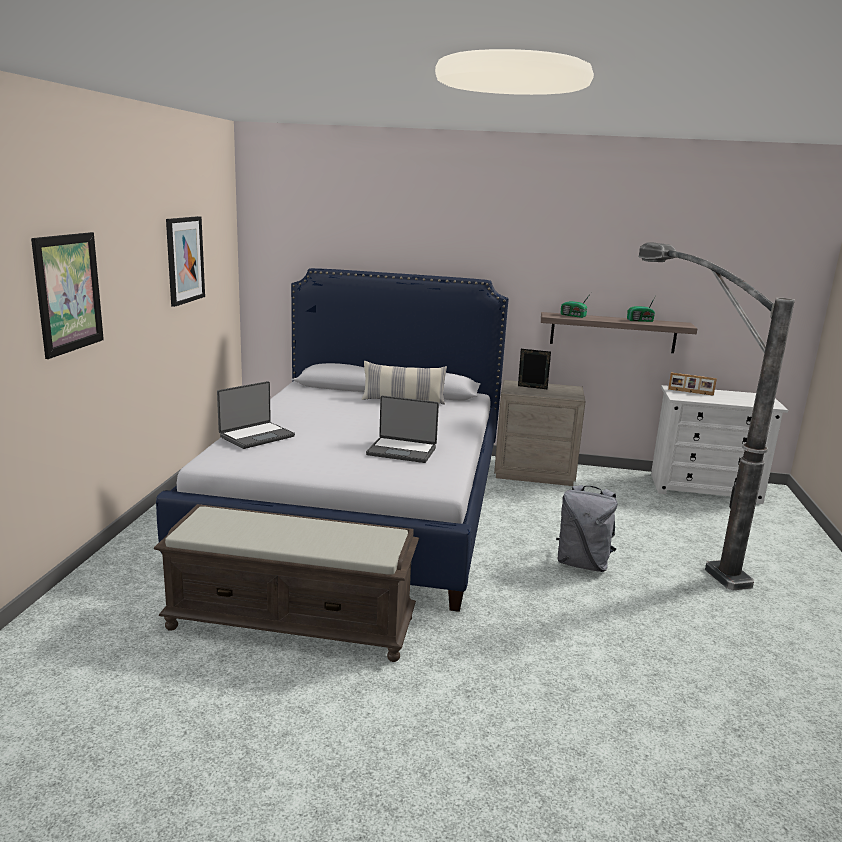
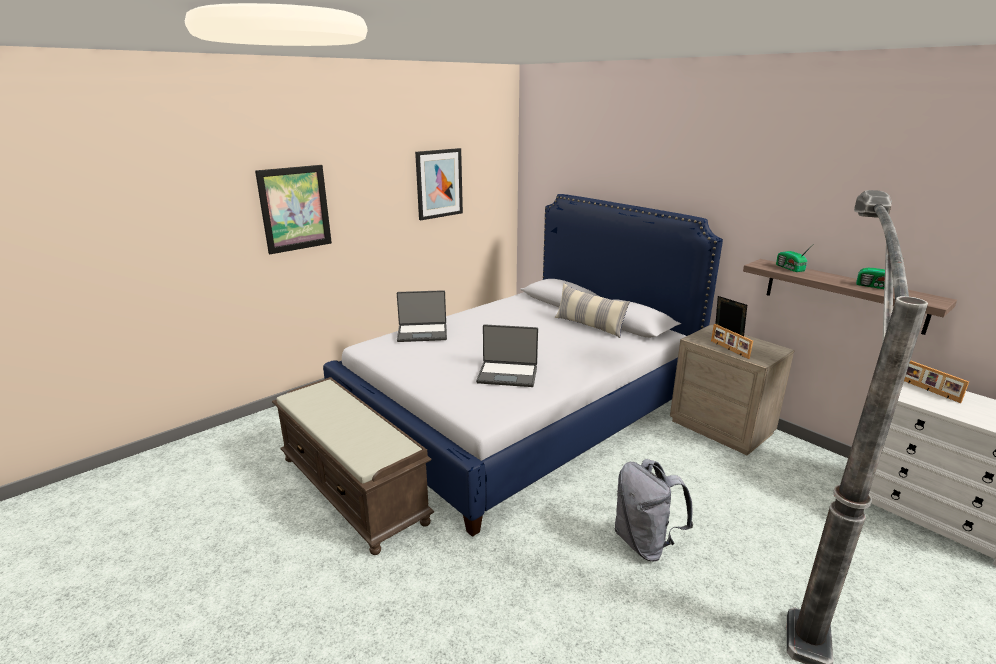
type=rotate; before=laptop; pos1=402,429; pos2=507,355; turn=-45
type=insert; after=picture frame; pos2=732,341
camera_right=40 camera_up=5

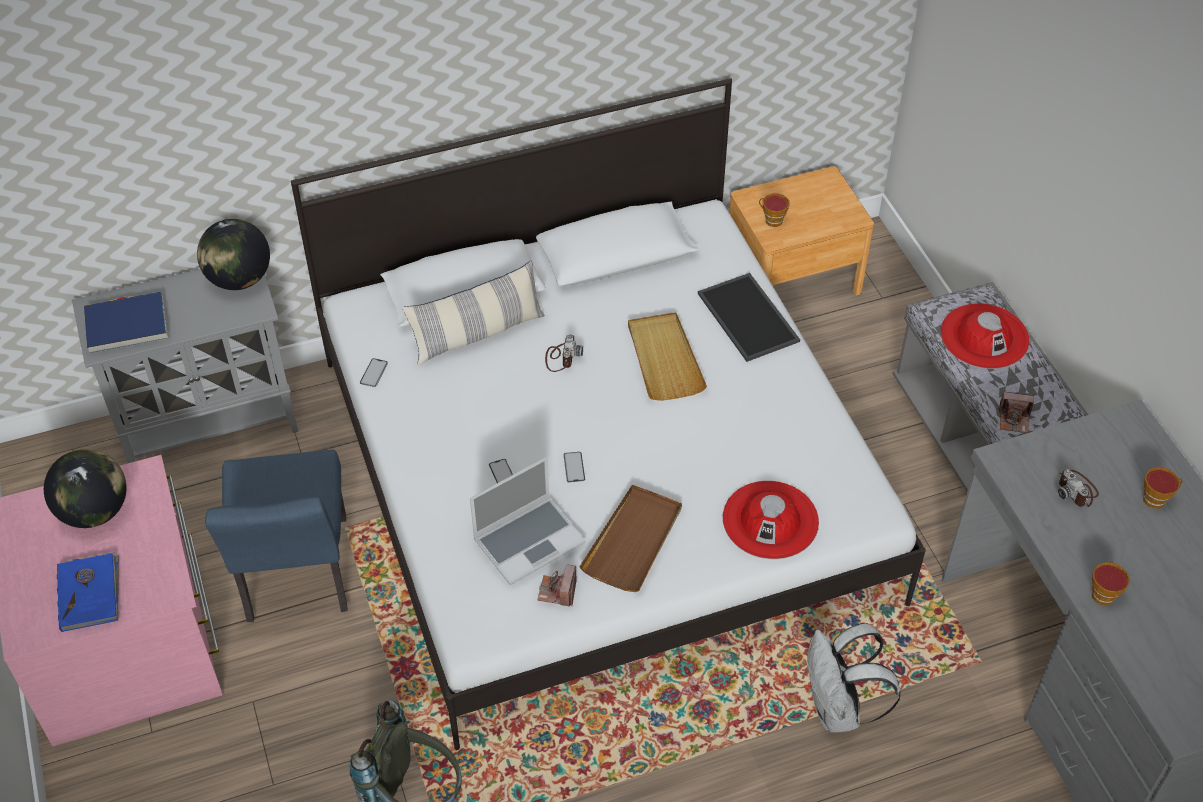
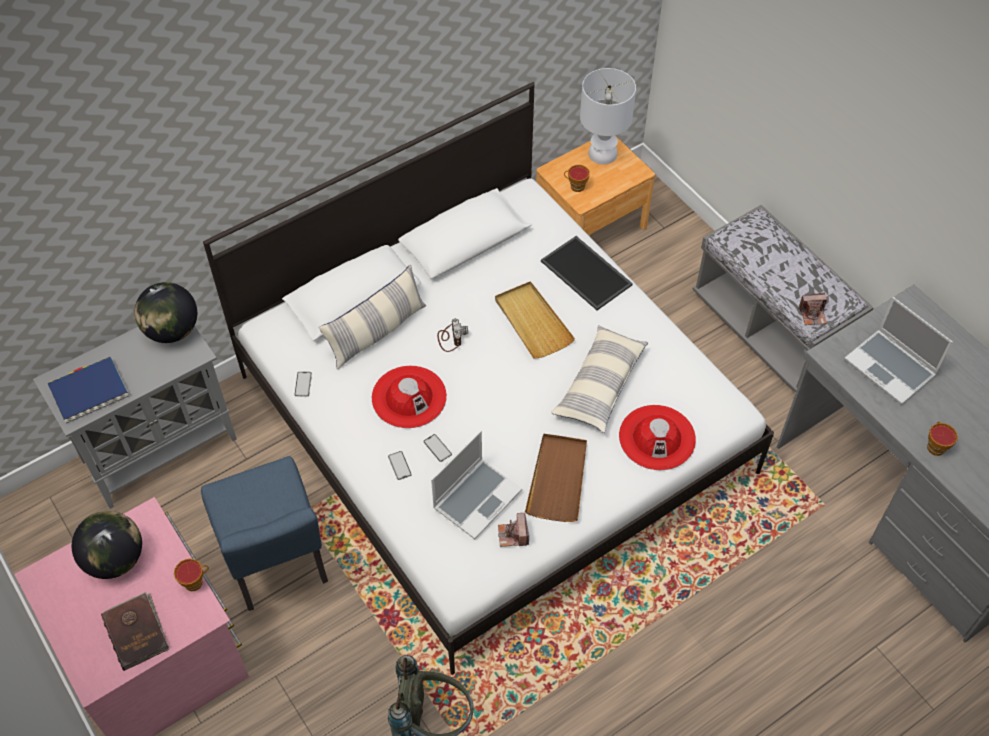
type=recolor; before=blue book; after=brown book; pos1=88,592; pos2=135,631
type=move; before=phone; pos1=574,467; pos2=400,465
type=delete; before=white backpack; pos1=854,677
type=move; before=red hat; pos1=985,336; pos2=409,397
type=replace; before=photo camera; after=laptop; pos1=1078,488; pos2=898,351
type=move; before=cup; pos1=1163,488; pos2=191,575
type=insert; after=pillow; pos2=599,379
type=insert; after=white table lamp; pos2=608,116
camera_right=-15 camera_up=5

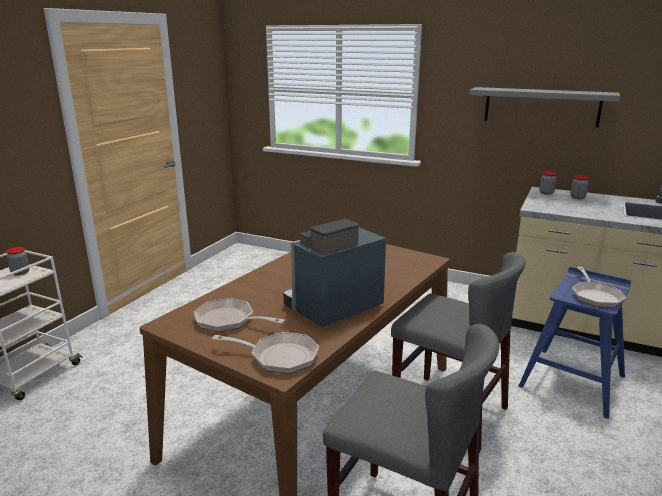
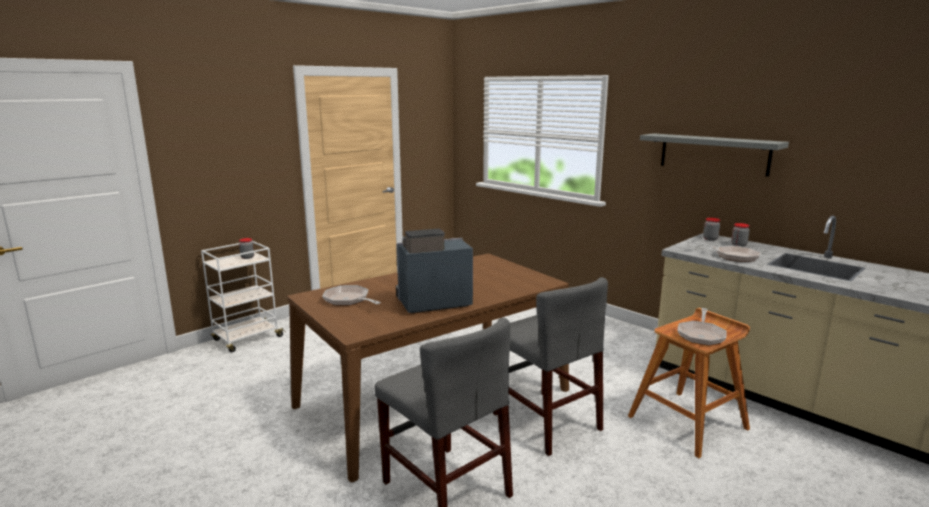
type=move; before=frying pan; pos1=265,353; pos2=724,251
type=recolor; before=blue stool; after=brown stool; pos1=574,342; pos2=689,383
camera_right=20 camera_up=-5

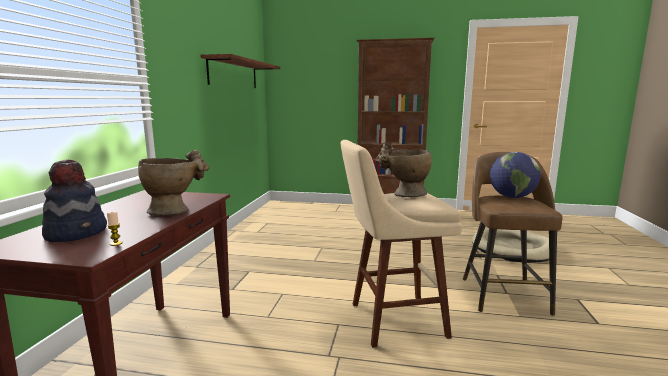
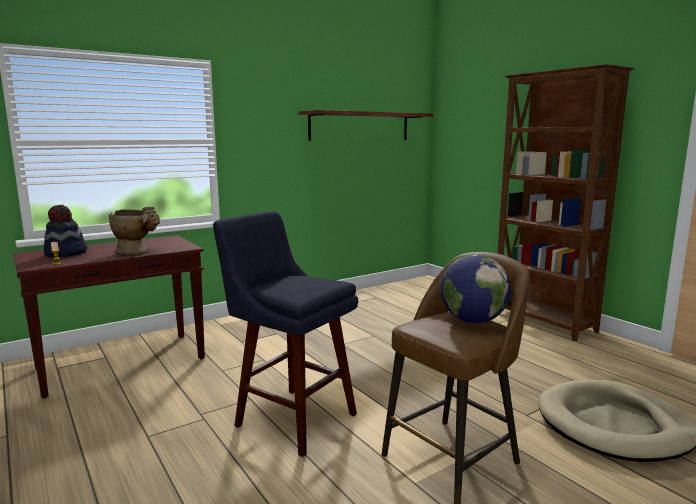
type=recolor; before=beige stool; after=blue stool; pos1=401,244; pos2=285,334
type=delete; before=beige vase; pos1=403,170
camera_right=45 camera_up=0

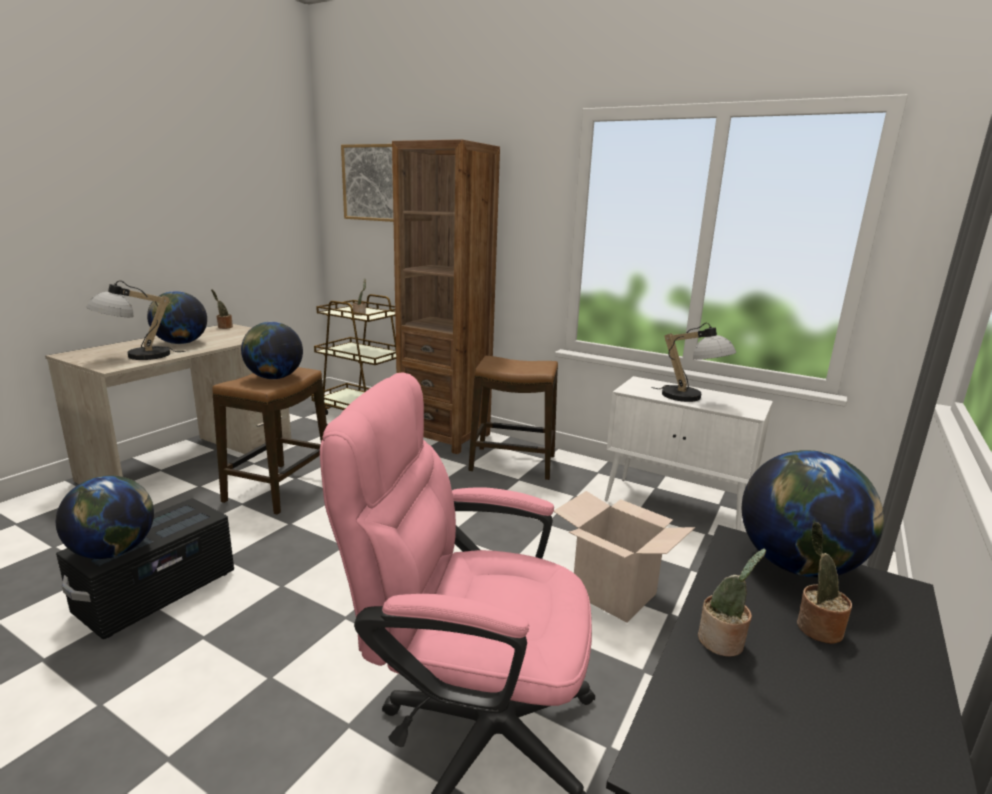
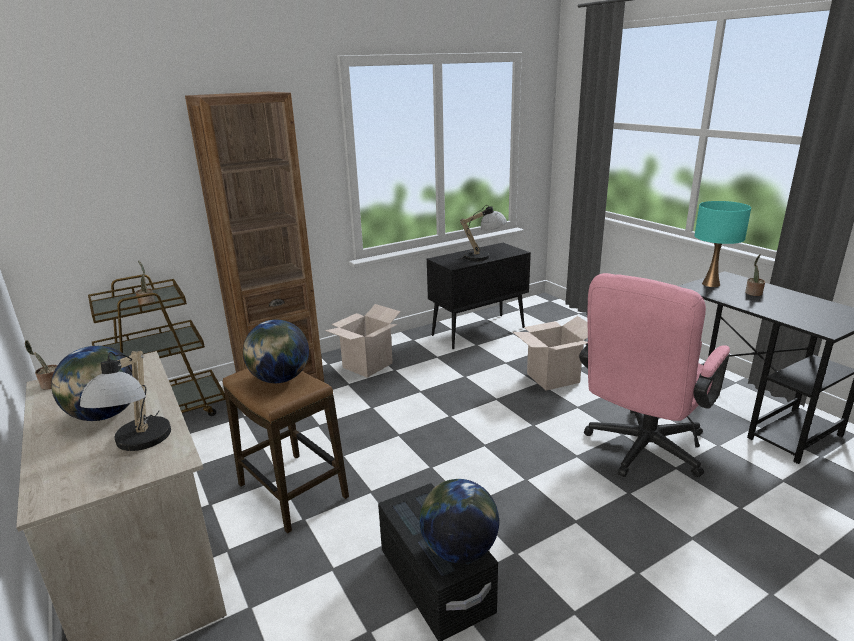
type=delete; before=picture; pos1=367,183
type=replace; before=stool; after=cardboard box; pos1=513,418; pos2=363,341
type=recolor; before=white cabinet; after=black cabinet; pos1=689,453; pos2=479,296
type=delete; before=potted plant; pos1=732,603
type=replace; before=globe; after=turquoise table lamp; pos1=813,514; pos2=722,244
camera_right=-60 camera_up=5

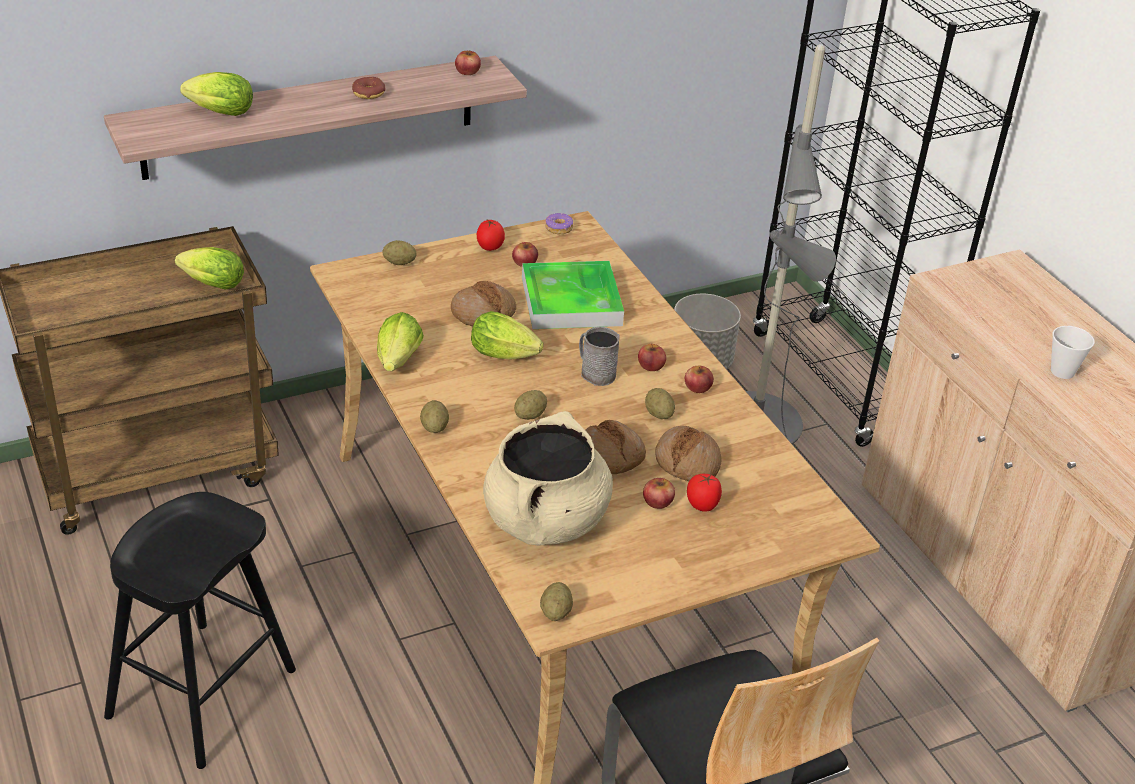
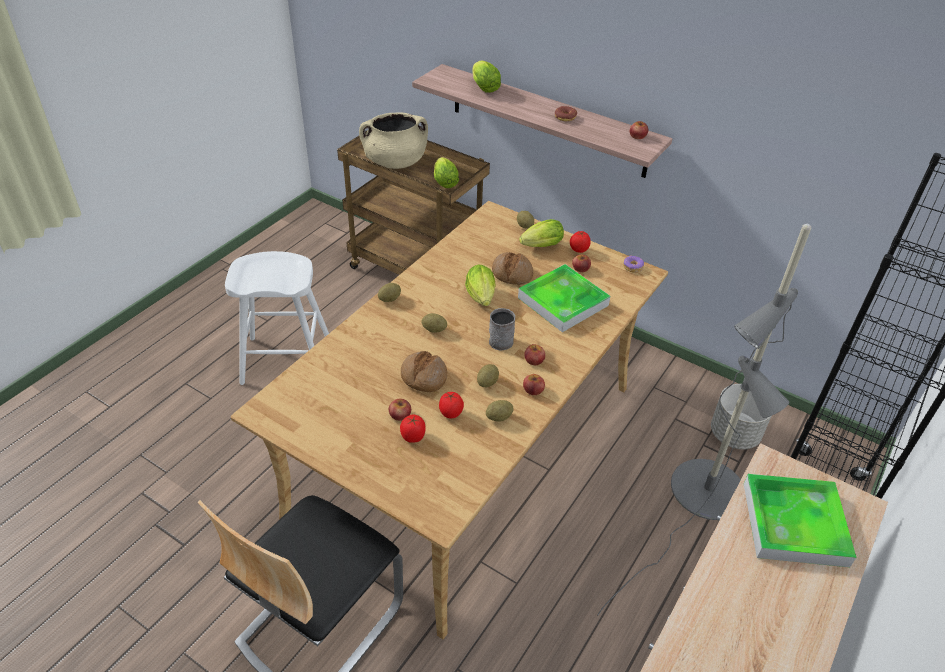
type=recolor; before=black stool; after=white stool; pos1=200,630; pos2=277,318
type=move; before=lettuce; pos1=400,341; pos2=541,233
type=move; before=beige cooking pot; pos1=548,478; pos2=393,140
type=move; before=potato; pos1=556,601; pos2=500,411
type=replace; before=bread; after=tomato; pos1=688,453; pos2=451,405
type=delete; before=cup; pos1=1073,352
type=insert; after=tray; pos2=800,520
camera_right=60 camera_up=5

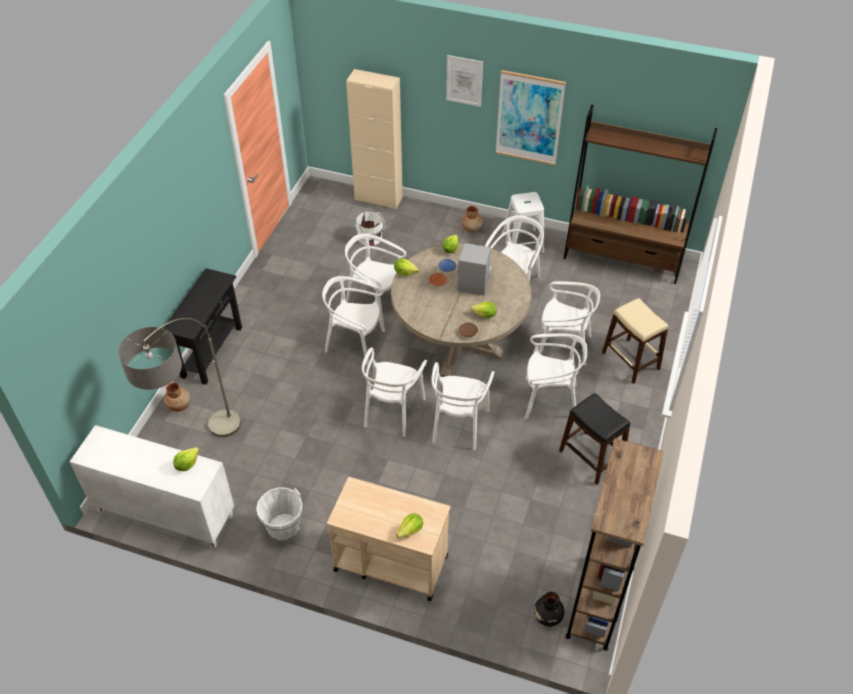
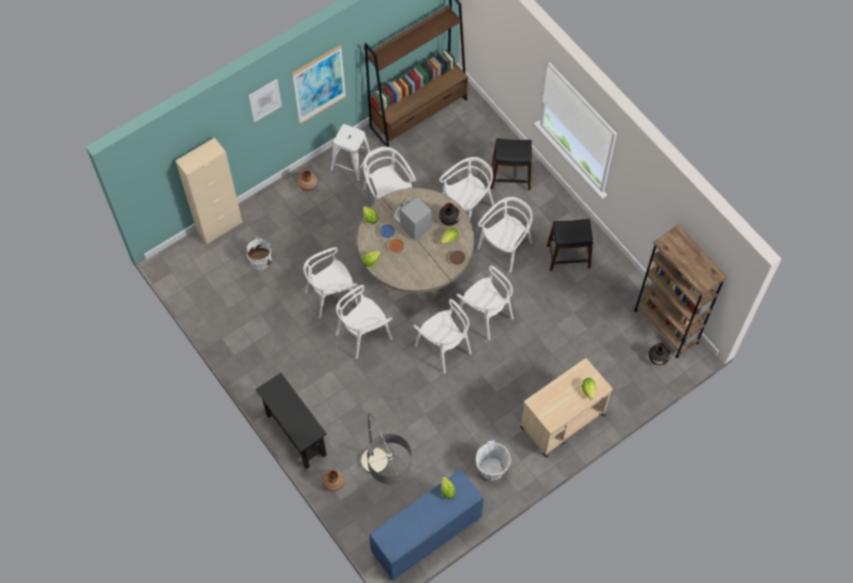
type=recolor; before=white cabinet; after=blue cabinet; pos1=151,487; pos2=426,525
type=recolor; before=beige stool; after=black stool; pos1=635,341; pos2=511,164
type=insert; after=black vase; pos2=449,214
camera_right=-55 camera_up=15

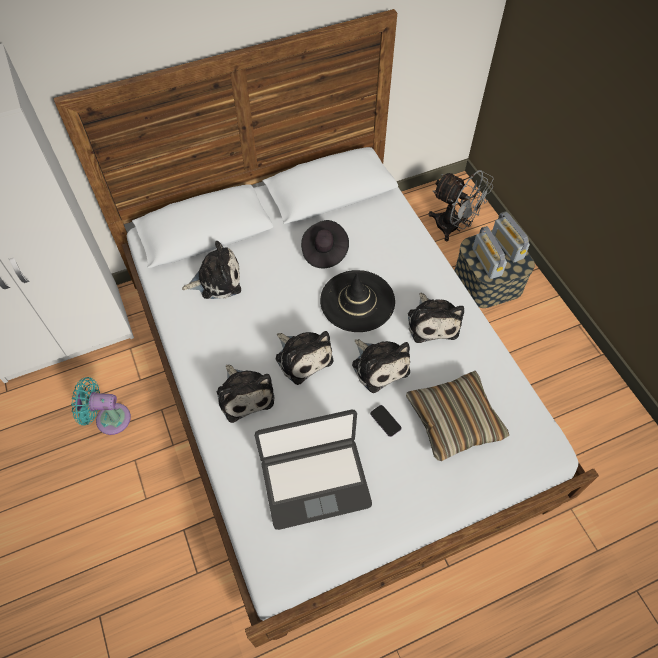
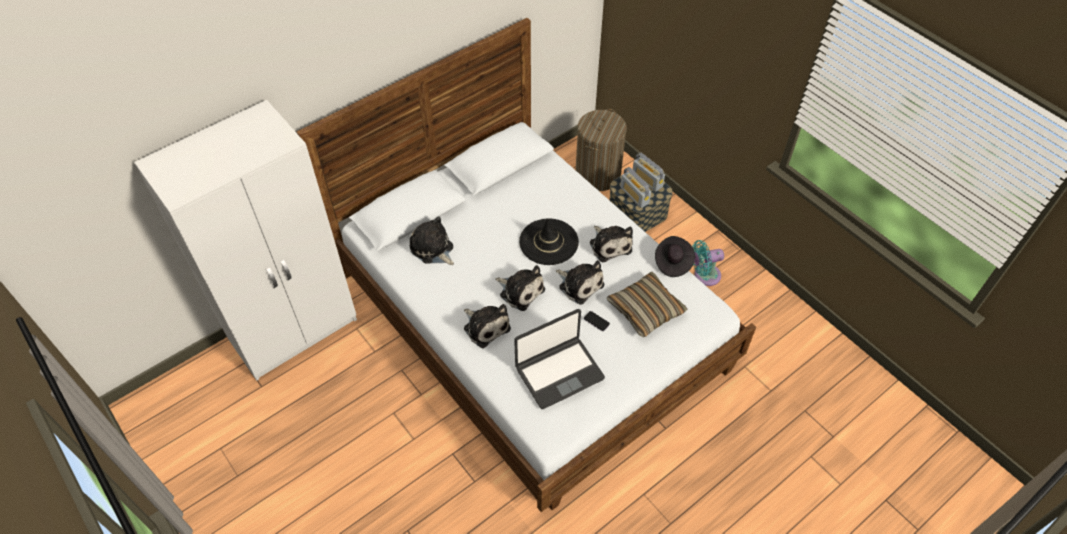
type=move; before=turquoise fan; pos1=101,406; pos2=708,263
type=rotate; before=plush toy; pos1=211,270; pos2=432,240; turn=-105
type=move; before=black hat; pos1=325,244; pos2=675,256
type=replace; before=grey fan; after=laundry basket; pos1=461,205; pos2=601,150
camera_right=-15 camera_up=-5

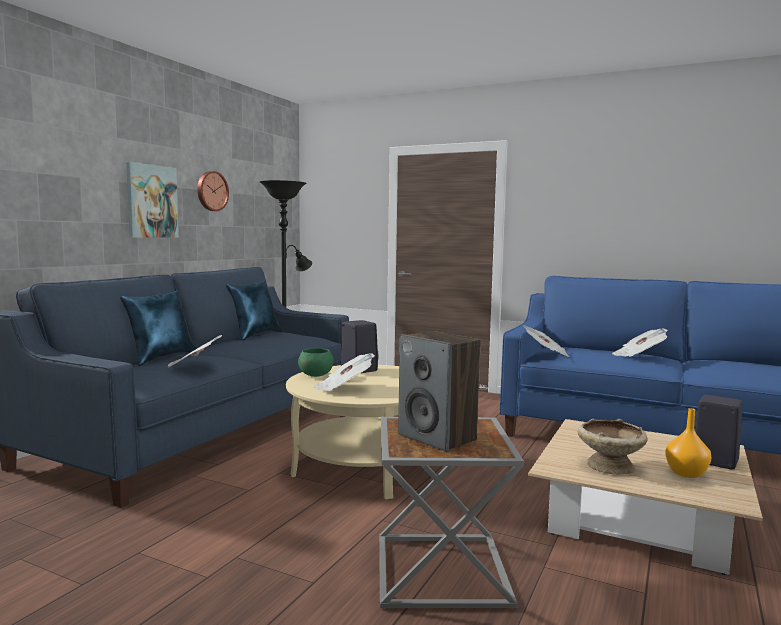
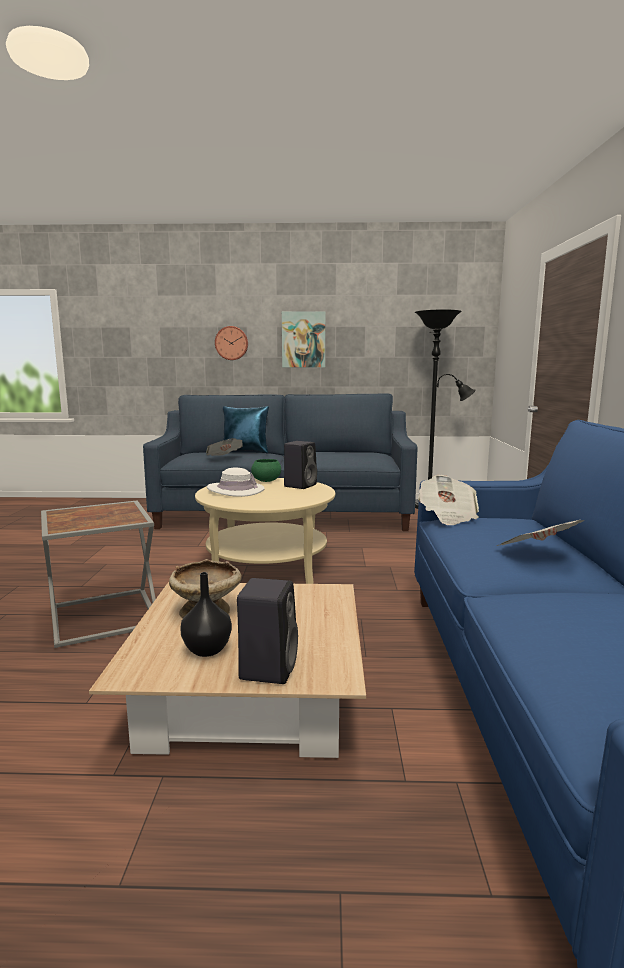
type=move; before=wall clock; pos1=213,191; pos2=231,343
type=delete; before=blue pillow; pos1=254,310
type=replace; before=newspaper; after=white hat; pos1=344,372; pos2=236,482
type=delete; before=speaker; pos1=439,391
type=recolor; before=orange vase; after=black vase; pos1=688,443; pos2=206,614
camera_right=65 camera_up=5

